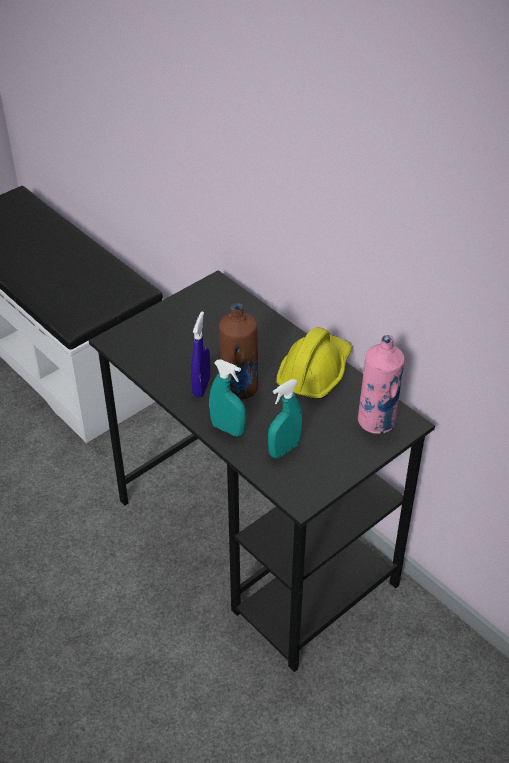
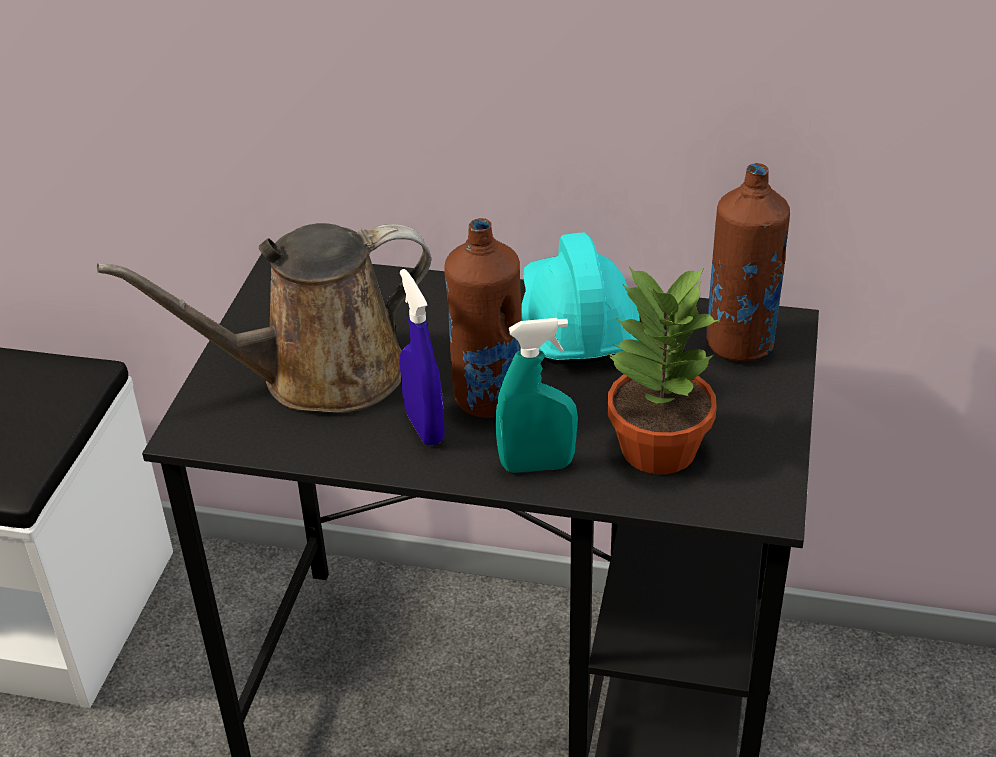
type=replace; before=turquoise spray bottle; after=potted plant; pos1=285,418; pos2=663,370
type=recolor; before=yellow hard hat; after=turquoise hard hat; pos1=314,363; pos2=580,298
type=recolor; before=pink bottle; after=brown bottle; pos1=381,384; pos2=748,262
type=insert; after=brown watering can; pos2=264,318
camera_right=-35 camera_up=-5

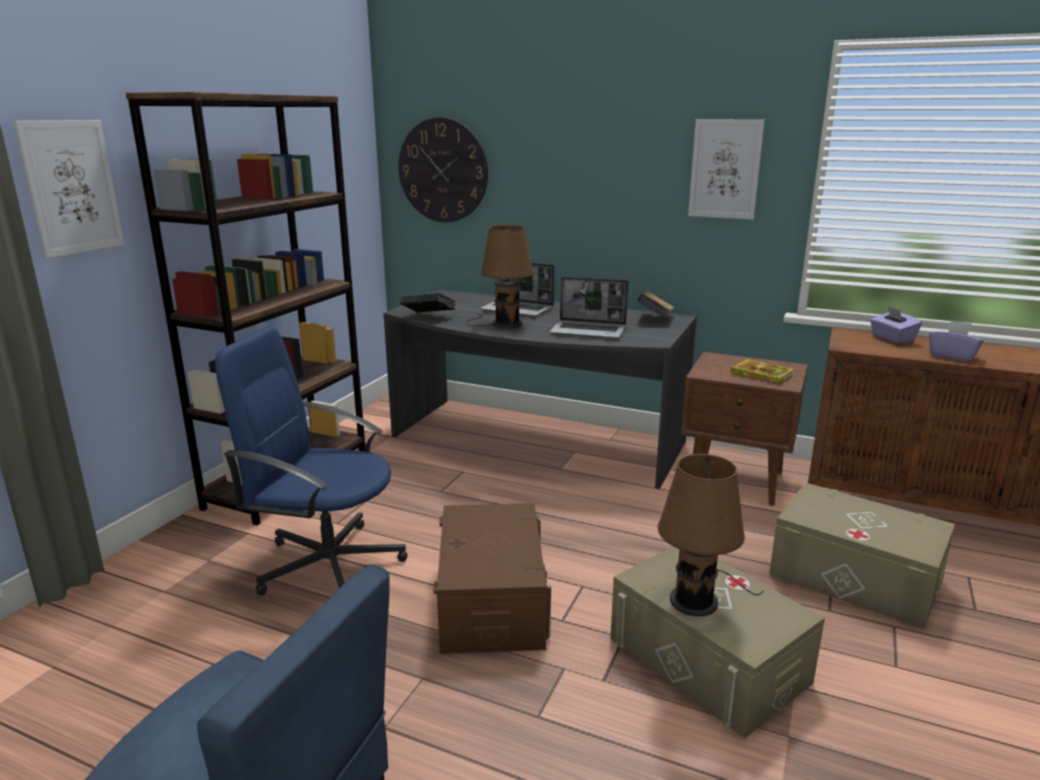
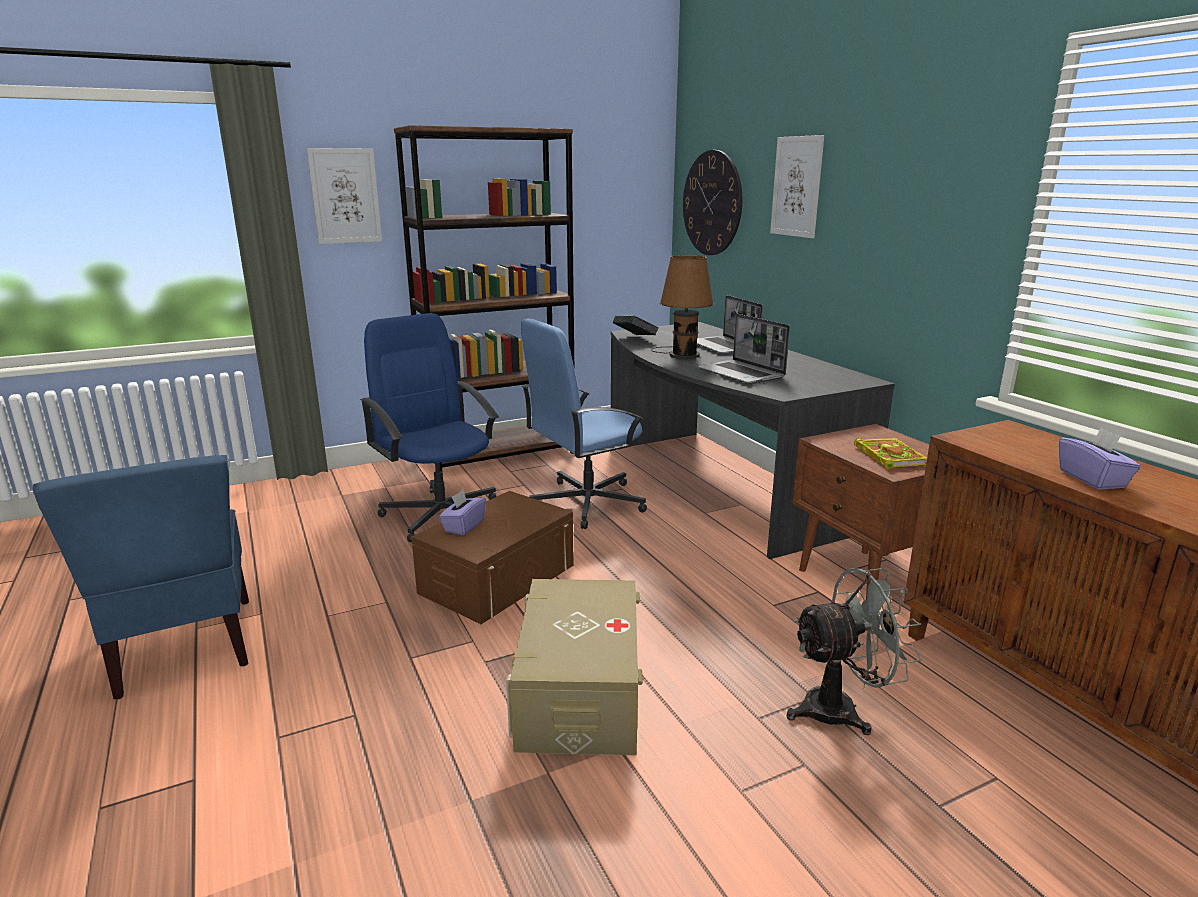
type=delete; before=book; pos1=655,305
type=delete; before=brown table lamp; pos1=710,535
type=move; before=picture; pos1=726,169; pos2=797,186
type=replace; before=beige storage box; after=grey fan; pos1=862,556; pos2=854,651
type=move; before=purple tissue box; pos1=896,325; pos2=462,512
type=insert; after=blue office chair; pos2=584,423
camera_right=40 camera_up=0

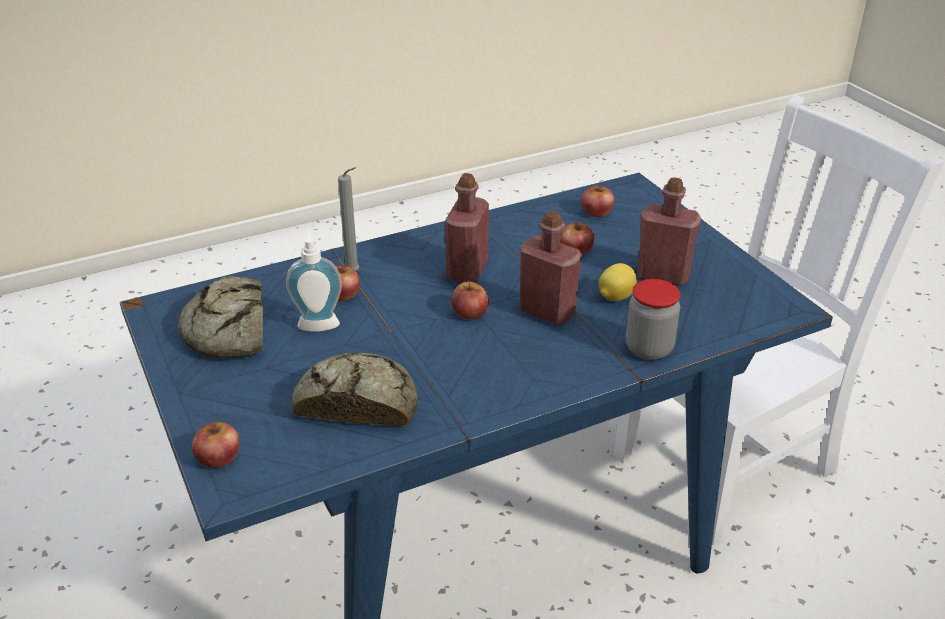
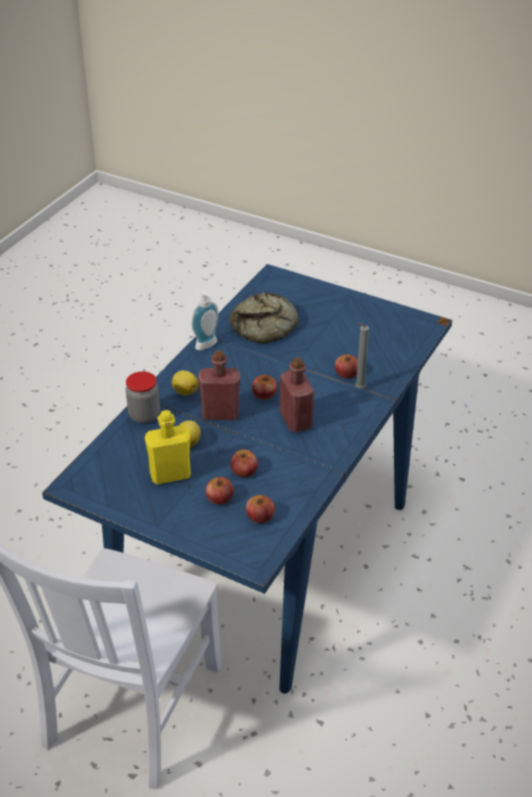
type=delete; before=bread; pos1=220,317
type=move; before=apple; pos1=216,445; pos2=219,491
type=move; before=soap dispenser; pos1=314,280; pos2=205,320
type=recolor; before=red bottle; after=yellow bottle; pos1=669,231; pos2=168,447
type=insert; after=lemon; pos2=185,383
camera_right=145 camera_up=5

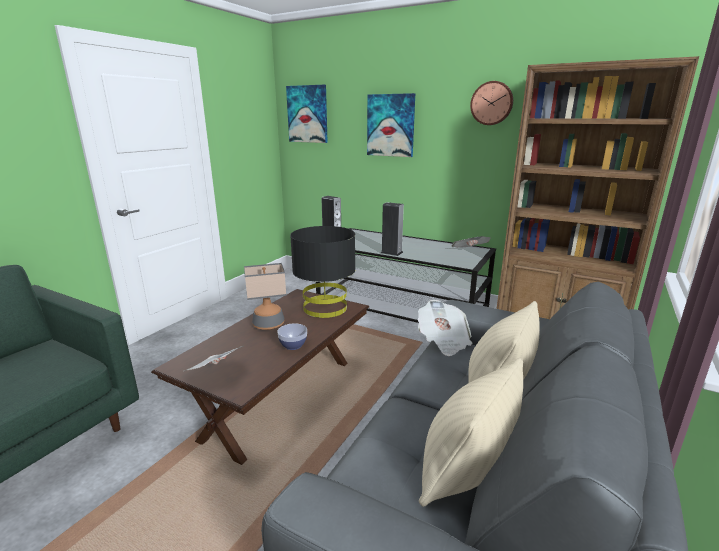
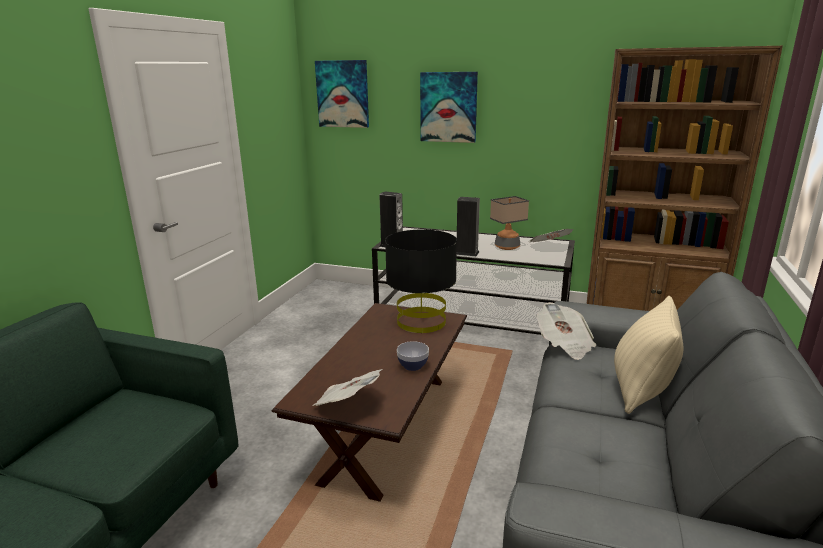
type=move; before=table lamp; pos1=265,296; pos2=509,223
type=delete; before=beige pillow; pos1=471,432
type=delete; before=wall clock; pos1=491,103
camera_right=-10 camera_up=0

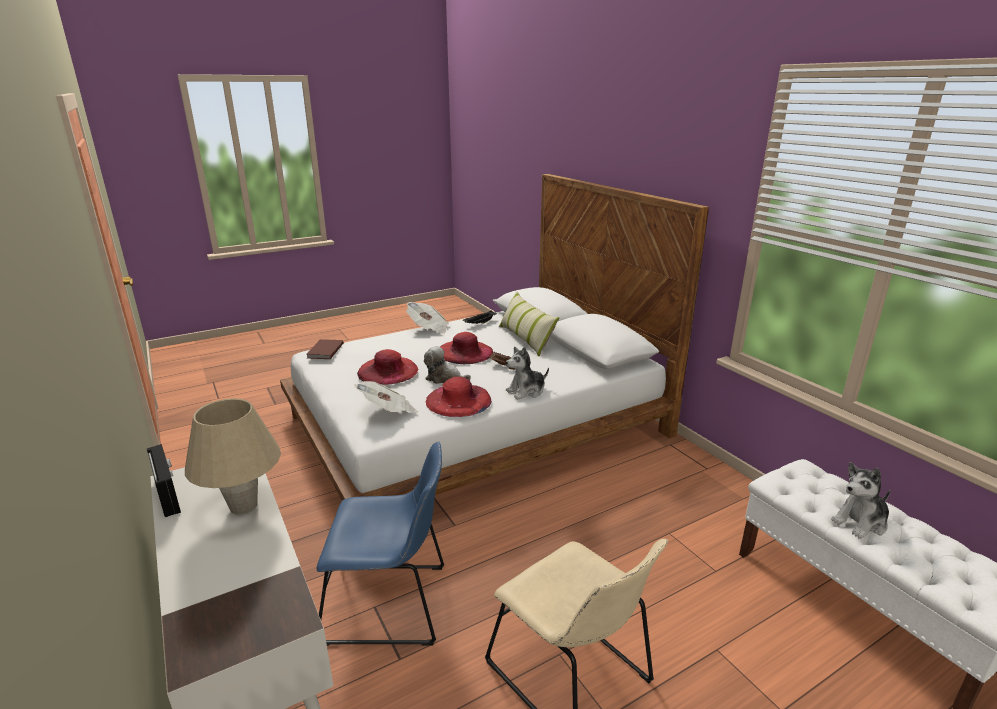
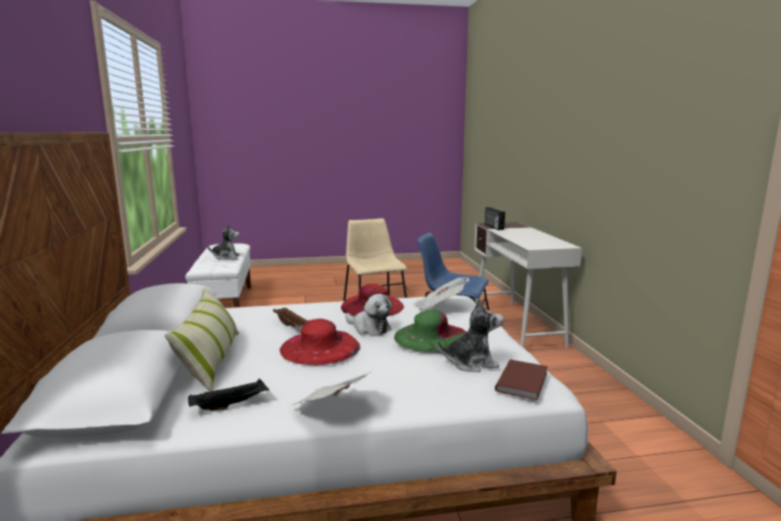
type=move; before=radio; pos1=164,480; pos2=495,218
type=delete; before=beige table lamp; pos1=233,456
type=recolor; before=red hat; after=green hat; pos1=387,367; pos2=430,331
type=move; before=plush toy; pos1=527,373; pos2=471,335
camera_right=-160 camera_up=-10

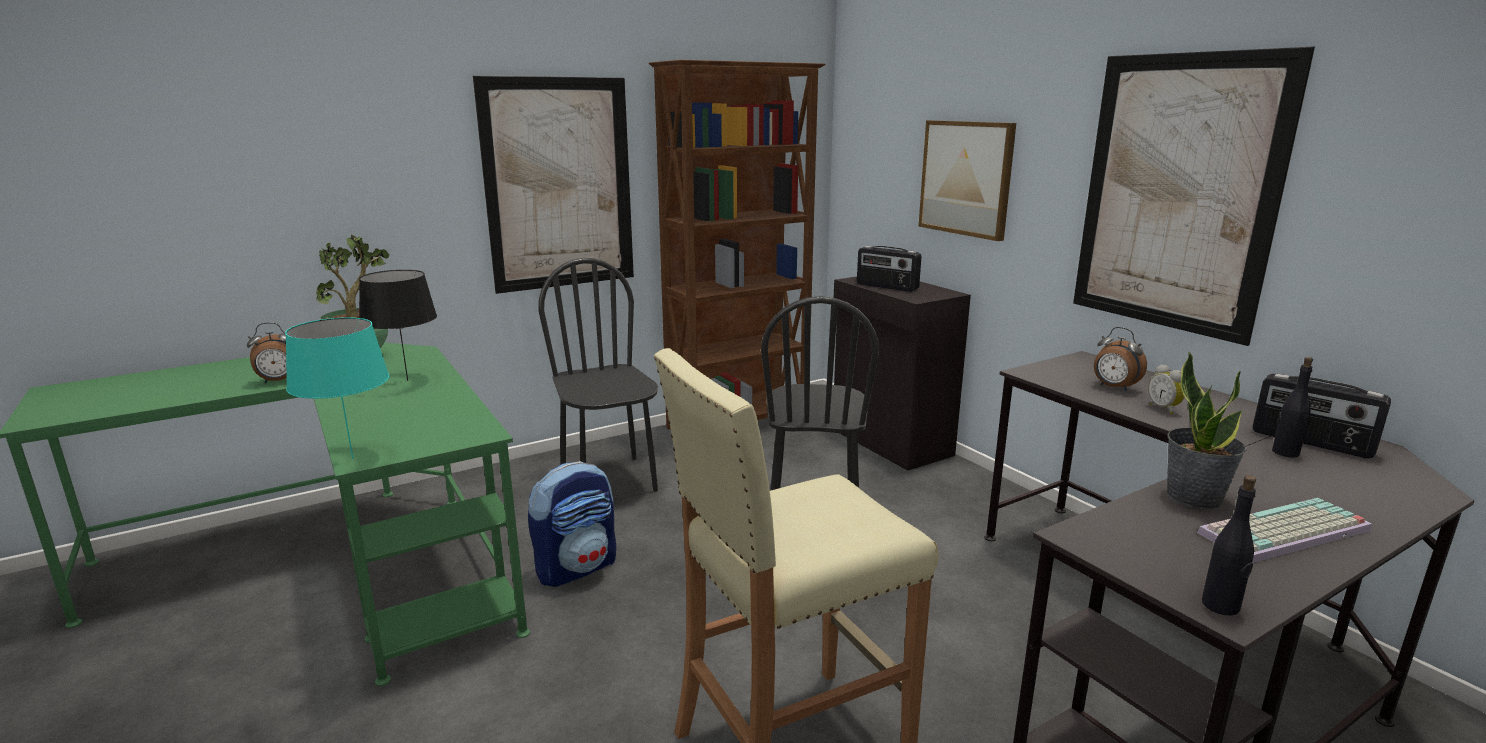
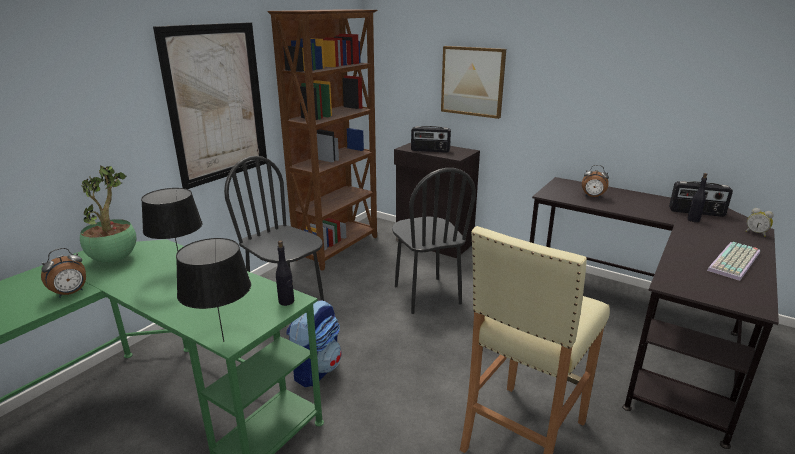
type=recolor; before=turquoise table lamp; after=black table lamp; pos1=337,388; pos2=213,290
type=delete; before=picture; pos1=1194,196
type=move; before=alarm clock; pos1=1166,389; pos2=760,222
type=delete; before=potted plant; pos1=1206,430
type=move; before=black bottle; pos1=1229,545; pos2=285,273
camera_right=-25 camera_up=5

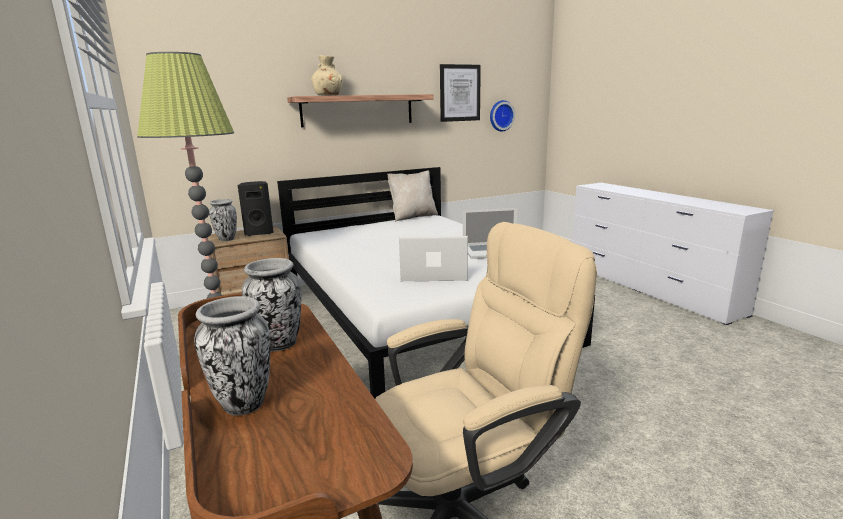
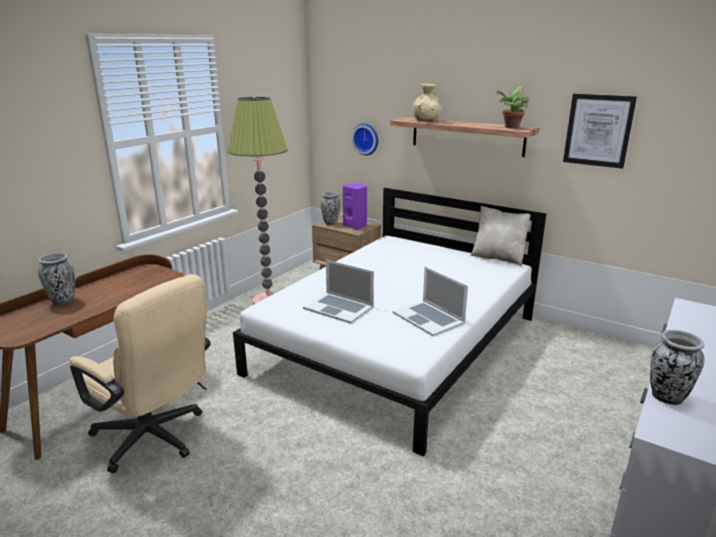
type=recolor; before=black speaker; after=purple speaker; pos1=256,208; pos2=355,206
type=move; before=vase; pos1=271,305; pos2=677,367
type=rotate; before=laptop; pos1=433,258; pos2=338,292; turn=150
type=move; before=wall clock; pos1=502,115; pos2=365,139
type=insert; after=potted plant; pos2=512,107
camera_right=60 camera_up=5

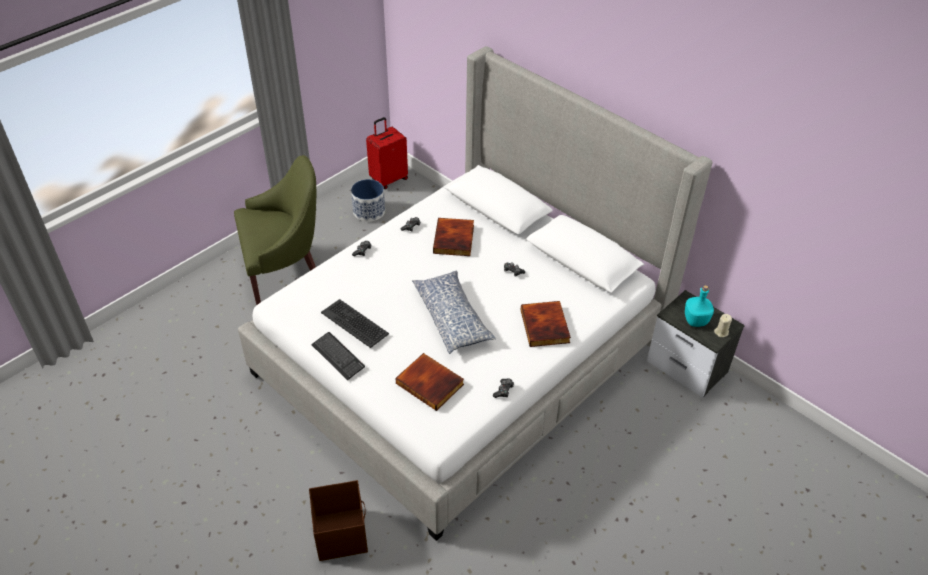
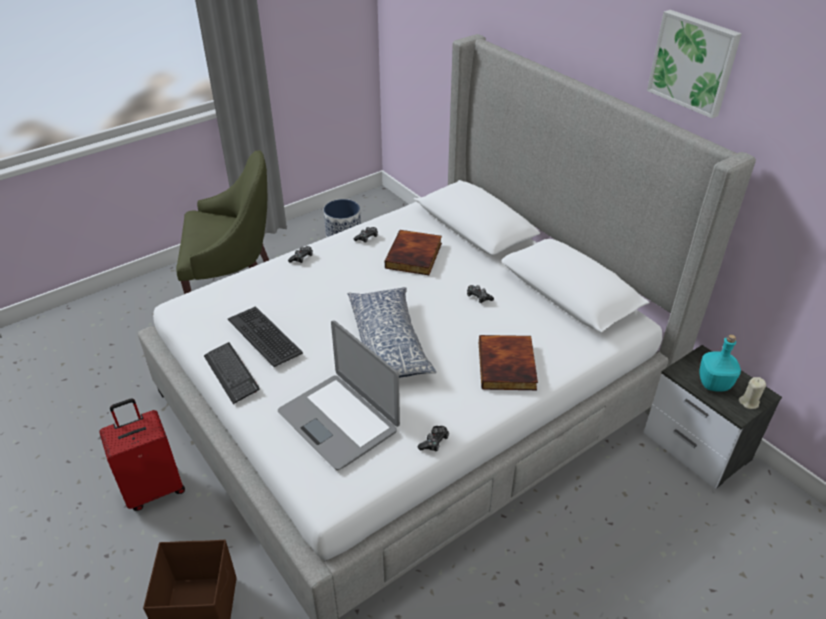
type=move; before=red suitcase; pos1=387,153; pos2=142,455
type=replace; before=book; after=laptop; pos1=430,382; pos2=339,395
type=insert; after=picture; pos2=694,64
camera_right=10 camera_up=-5

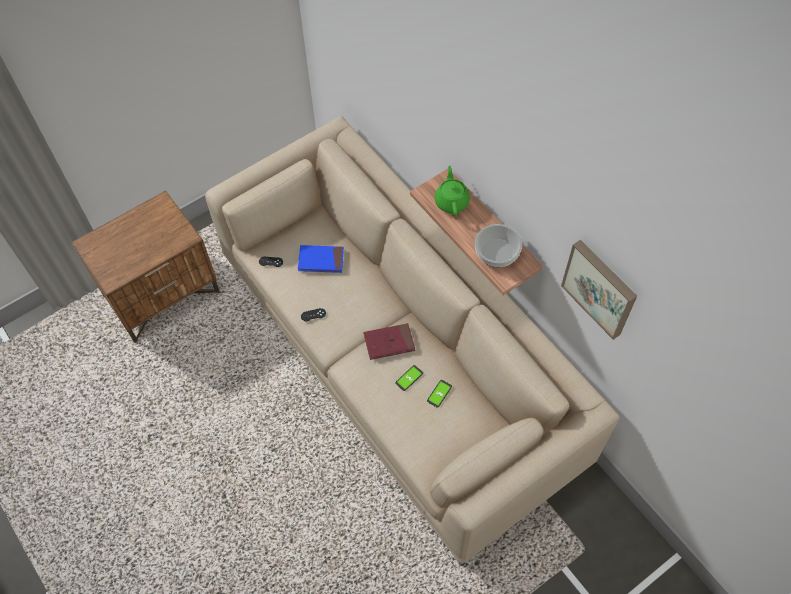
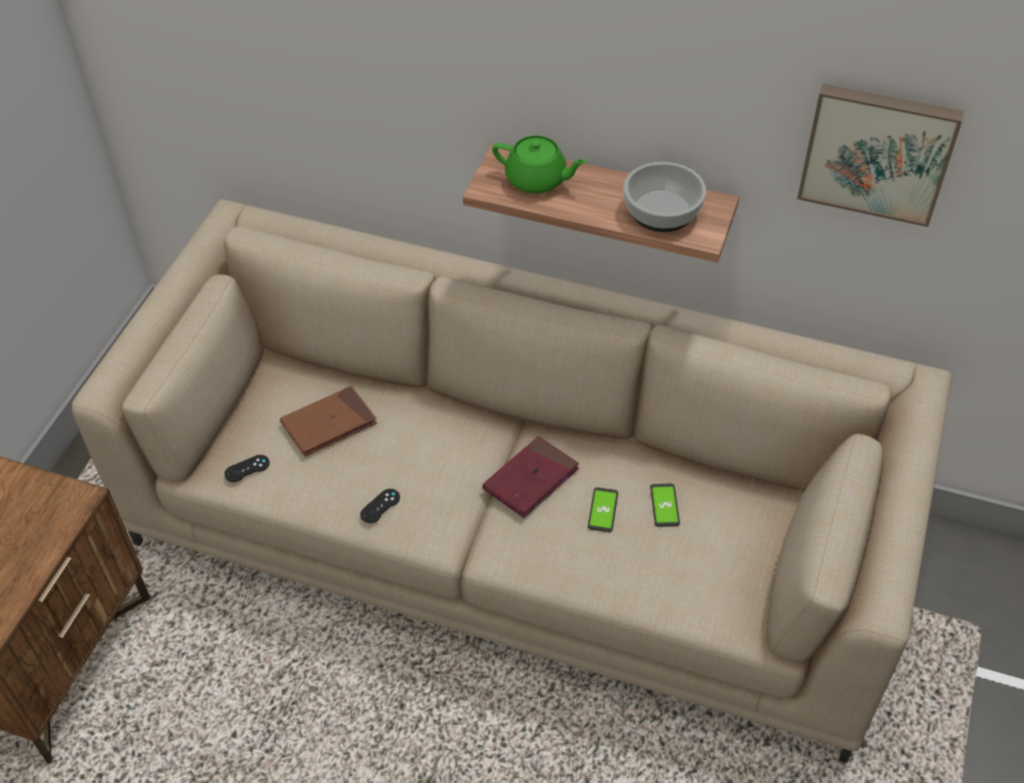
type=recolor; before=blue book; after=brown book; pos1=321,259; pos2=328,421
type=rotate; before=green teapot; pos1=452,190; pos2=539,165; turn=150
camera_right=-35 camera_up=-10

